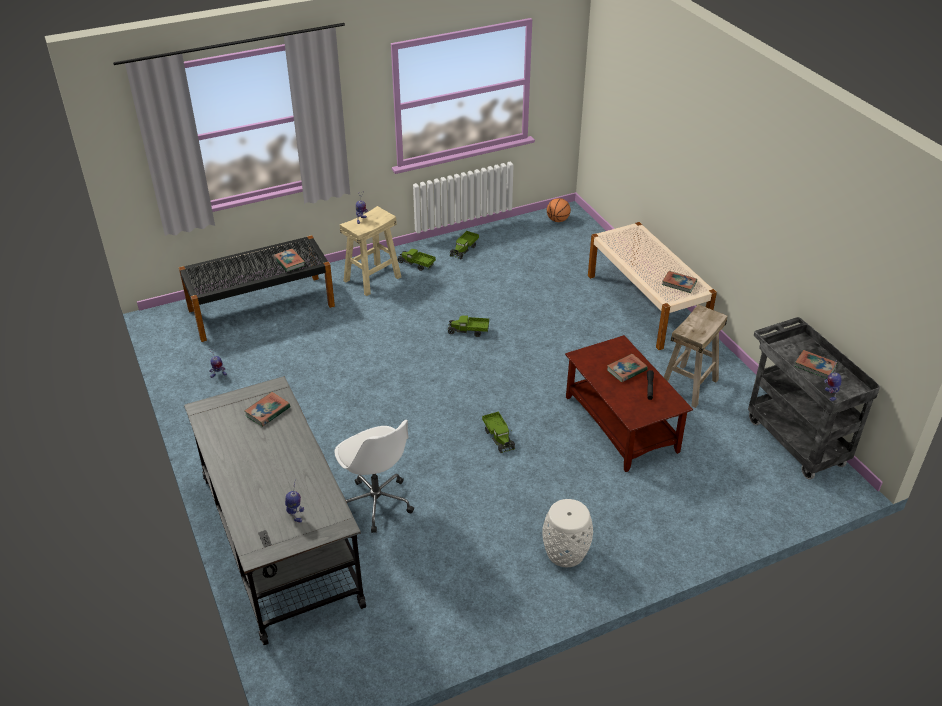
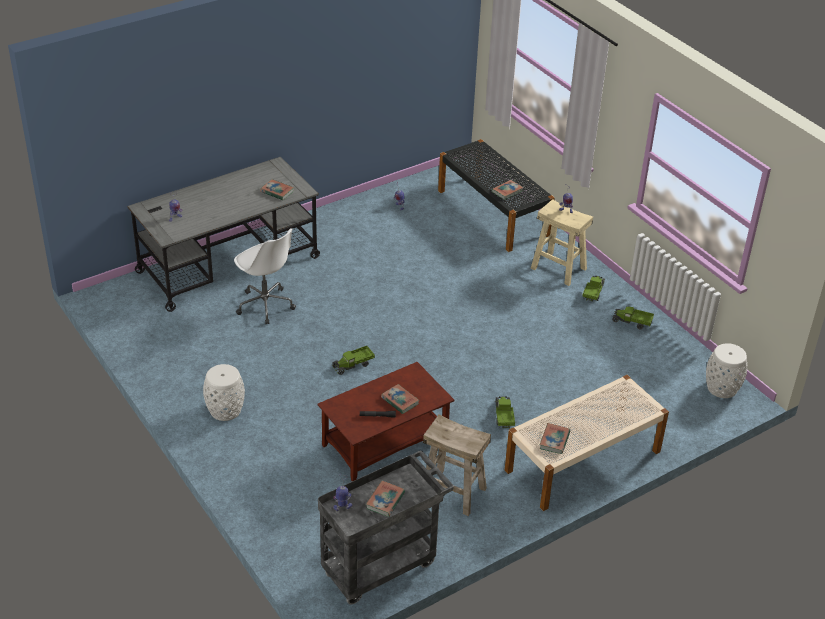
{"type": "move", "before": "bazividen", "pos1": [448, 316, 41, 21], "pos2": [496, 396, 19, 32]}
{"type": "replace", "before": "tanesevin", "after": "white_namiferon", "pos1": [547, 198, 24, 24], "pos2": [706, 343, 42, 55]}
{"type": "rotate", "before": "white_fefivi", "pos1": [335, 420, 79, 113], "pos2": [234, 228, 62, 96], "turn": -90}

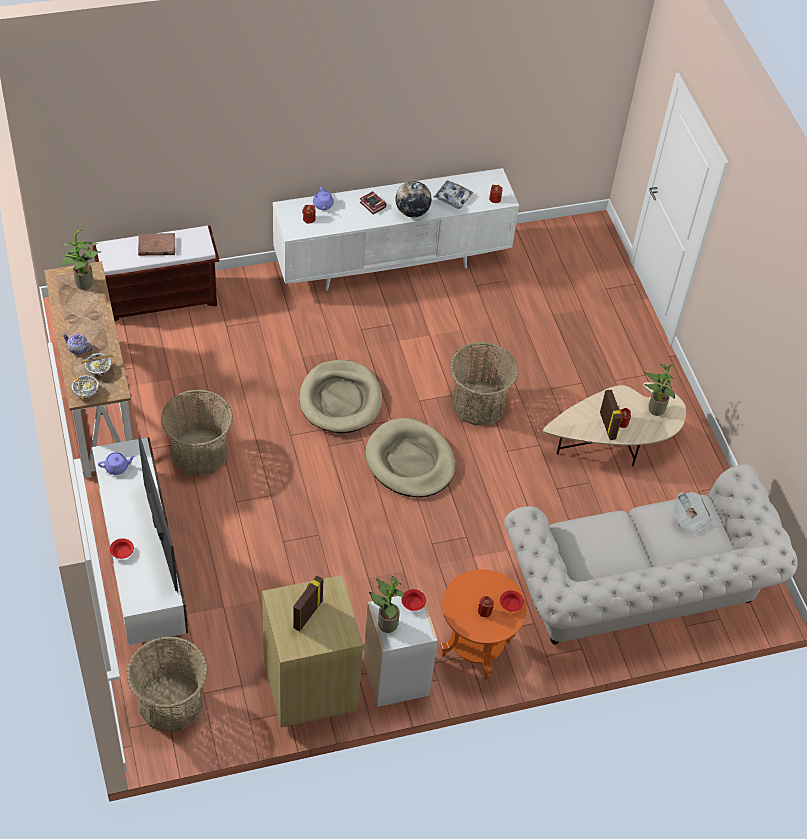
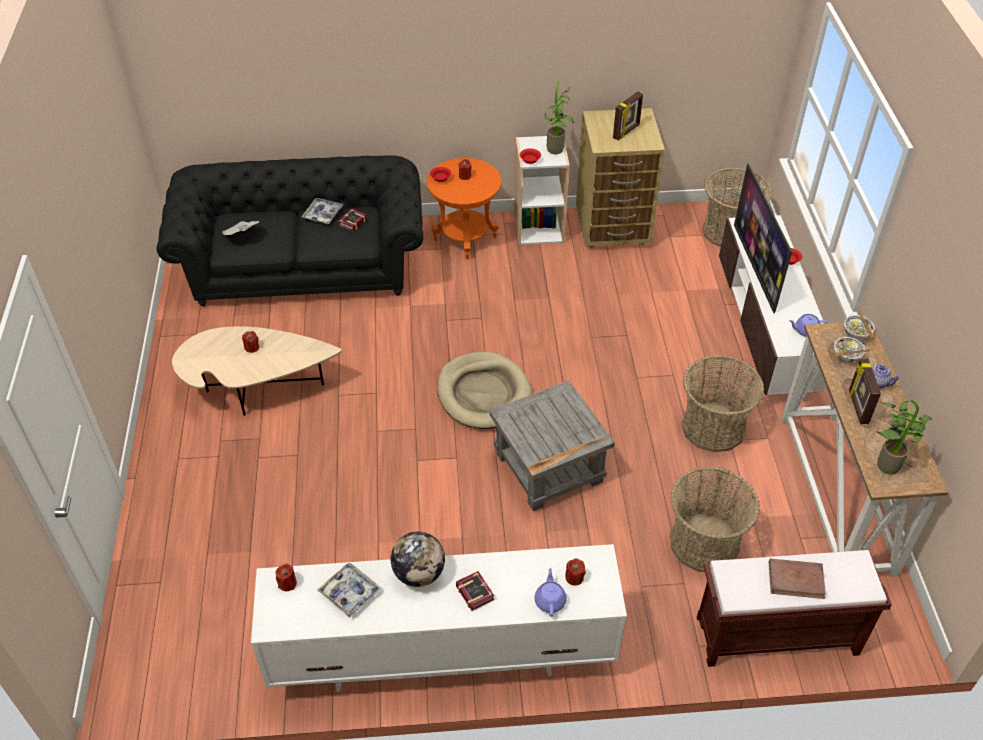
{"type": "delete", "before": "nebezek", "pos1": [644, 364, 31, 52]}
{"type": "insert", "after": "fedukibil", "pos2": [302, 198, 42, 26]}
{"type": "insert", "after": "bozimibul", "pos2": [338, 209, 29, 23]}
{"type": "move", "before": "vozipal", "pos1": [450, 342, 68, 84], "pos2": [670, 466, 90, 106]}
{"type": "move", "before": "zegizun", "pos1": [600, 389, 23, 51], "pos2": [849, 359, 32, 65]}
{"type": "replace", "before": "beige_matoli", "after": "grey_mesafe", "pos1": [299, 360, 83, 73], "pos2": [490, 380, 125, 131]}
{"type": "recolor", "before": "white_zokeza", "after": "black_zokeza", "pos1": [504, 464, 294, 181], "pos2": [157, 155, 266, 151]}

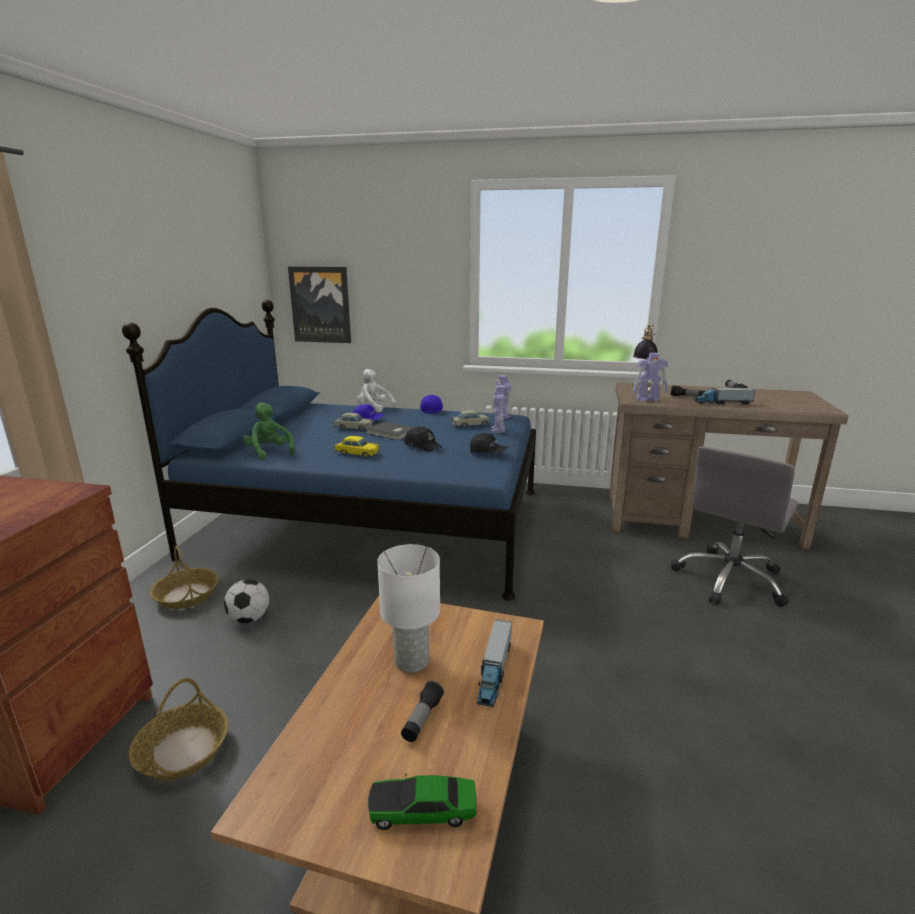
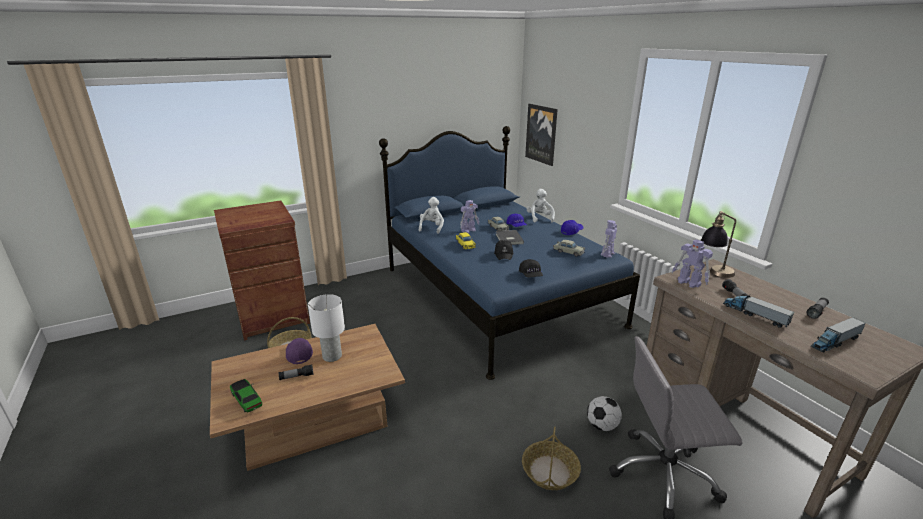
{"type": "insert", "after": "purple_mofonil", "pos2": [286, 338, 27, 26]}
{"type": "move", "before": "vozipal", "pos1": [150, 546, 68, 63], "pos2": [522, 426, 59, 64]}
{"type": "move", "before": "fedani", "pos1": [224, 579, 45, 44], "pos2": [587, 396, 35, 35]}
{"type": "move", "before": "bazividen", "pos1": [477, 619, 35, 88], "pos2": [811, 317, 55, 36]}
{"type": "move", "before": "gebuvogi", "pos1": [491, 385, 14, 48], "pos2": [460, 200, 19, 33]}
{"type": "recolor", "before": "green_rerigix", "after": "white_rerigix", "pos1": [243, 402, 52, 58], "pos2": [419, 197, 25, 37]}

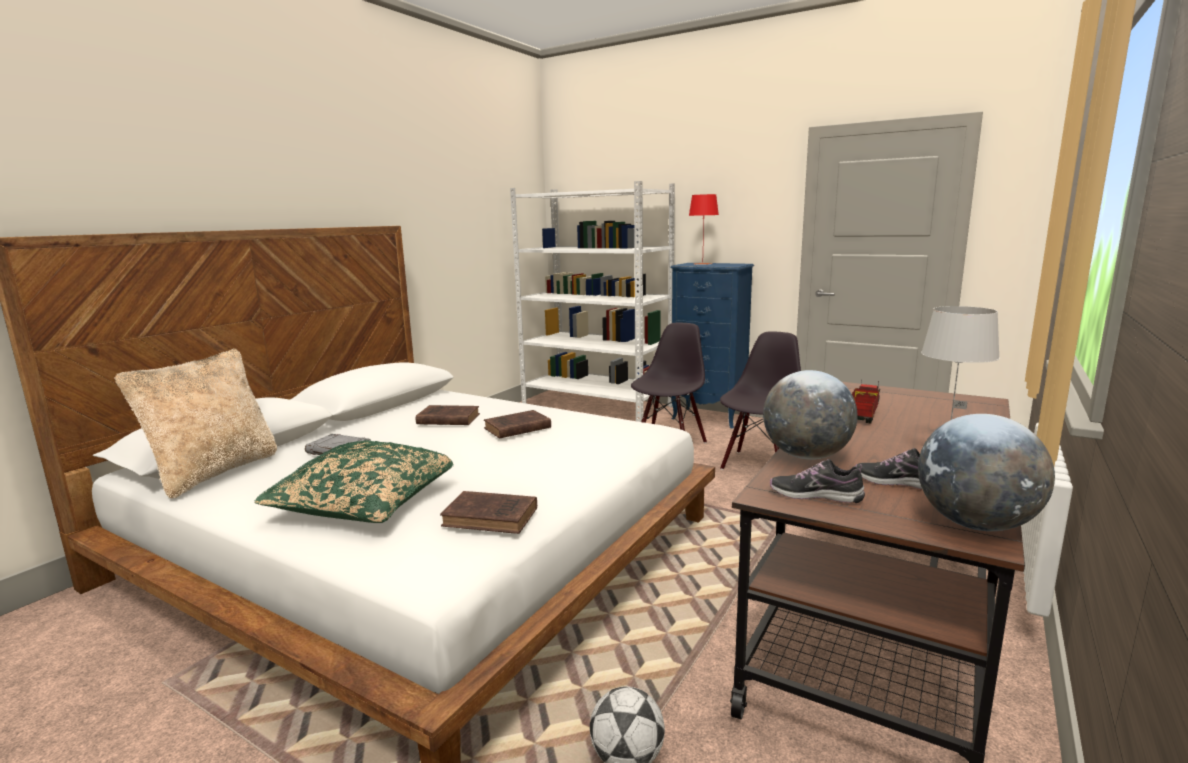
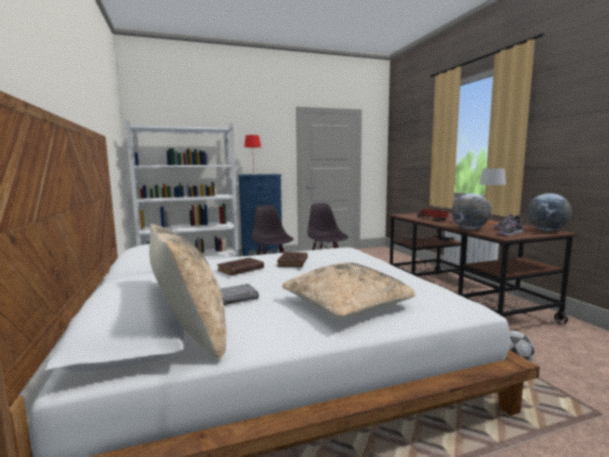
{"type": "delete", "before": "brown_bozimibul", "pos1": [440, 491, 97, 43]}
{"type": "recolor", "before": "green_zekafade", "after": "beige_zekafade", "pos1": [255, 440, 199, 83], "pos2": [282, 262, 134, 55]}

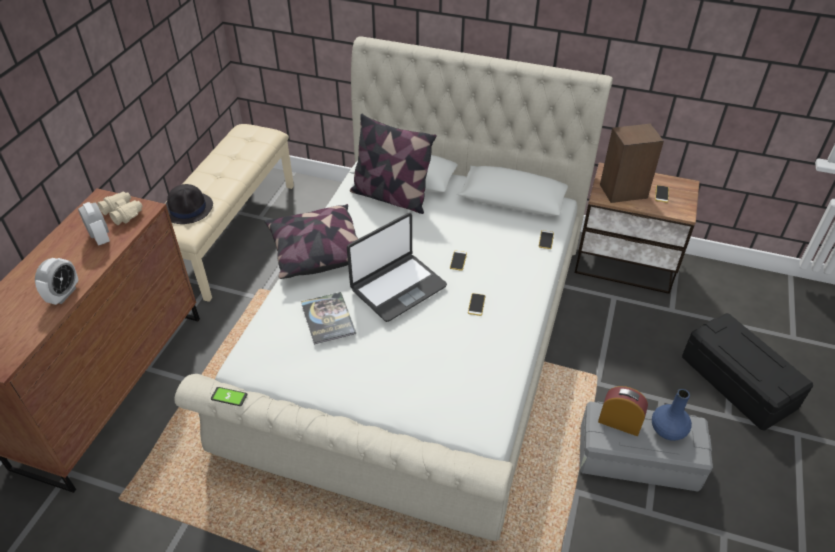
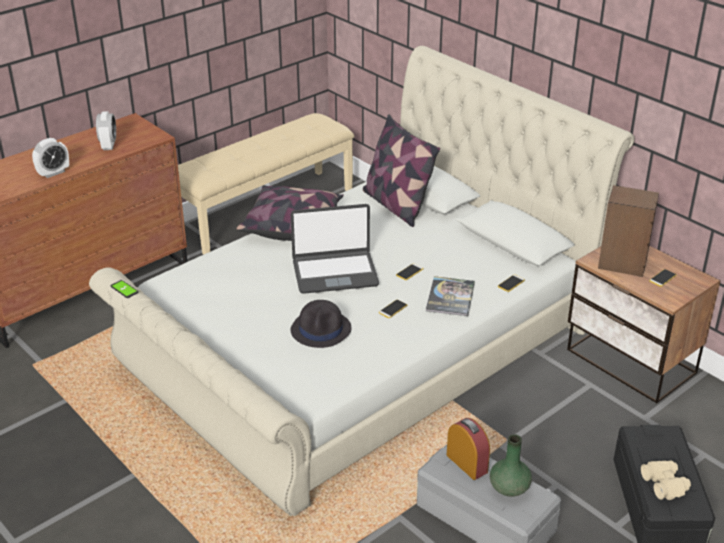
{"type": "move", "before": "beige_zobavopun", "pos1": [97, 192, 46, 33], "pos2": [641, 460, 50, 40]}
{"type": "move", "before": "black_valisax", "pos1": [165, 184, 48, 40], "pos2": [290, 300, 62, 48]}
{"type": "move", "before": "bozimibul", "pos1": [301, 292, 55, 53], "pos2": [426, 276, 49, 40]}
{"type": "recolor", "before": "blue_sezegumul", "after": "green_sezegumul", "pos1": [652, 389, 40, 52], "pos2": [490, 434, 42, 63]}

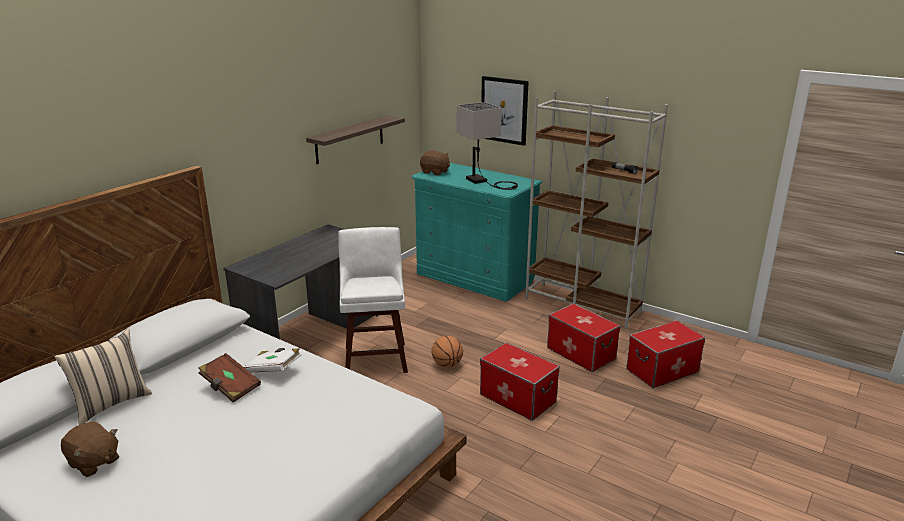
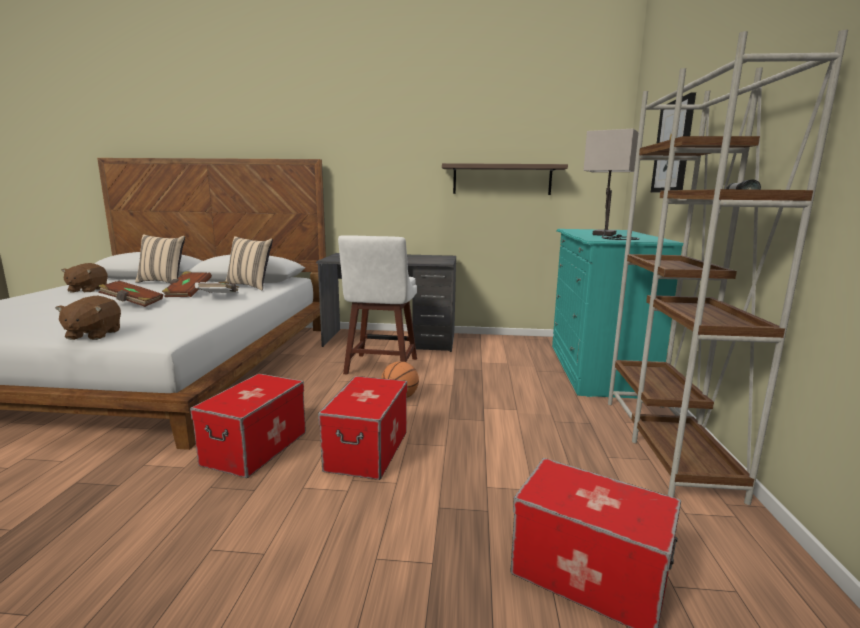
{"type": "insert", "after": "brown_bozimibul", "pos2": [98, 281, 65, 26]}
{"type": "insert", "after": "beige_zekafade", "pos2": [226, 236, 47, 55]}
{"type": "move", "before": "brown_rerigix", "pos1": [420, 151, 30, 24], "pos2": [55, 296, 66, 44]}
{"type": "move", "before": "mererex", "pos1": [547, 303, 73, 69], "pos2": [190, 374, 116, 104]}
{"type": "rotate", "before": "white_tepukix", "pos1": [338, 227, 70, 146], "pos2": [338, 235, 79, 140], "turn": 135}

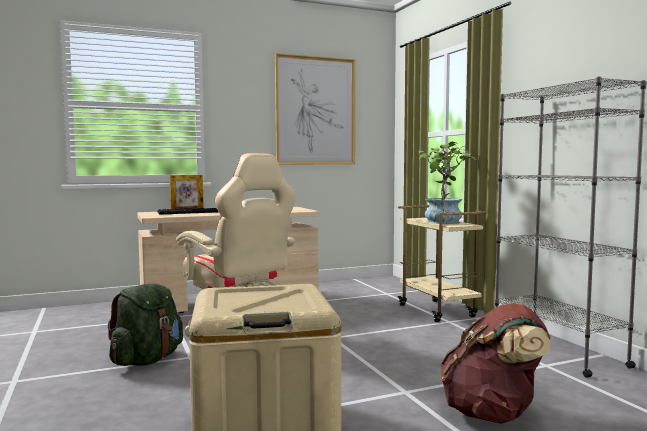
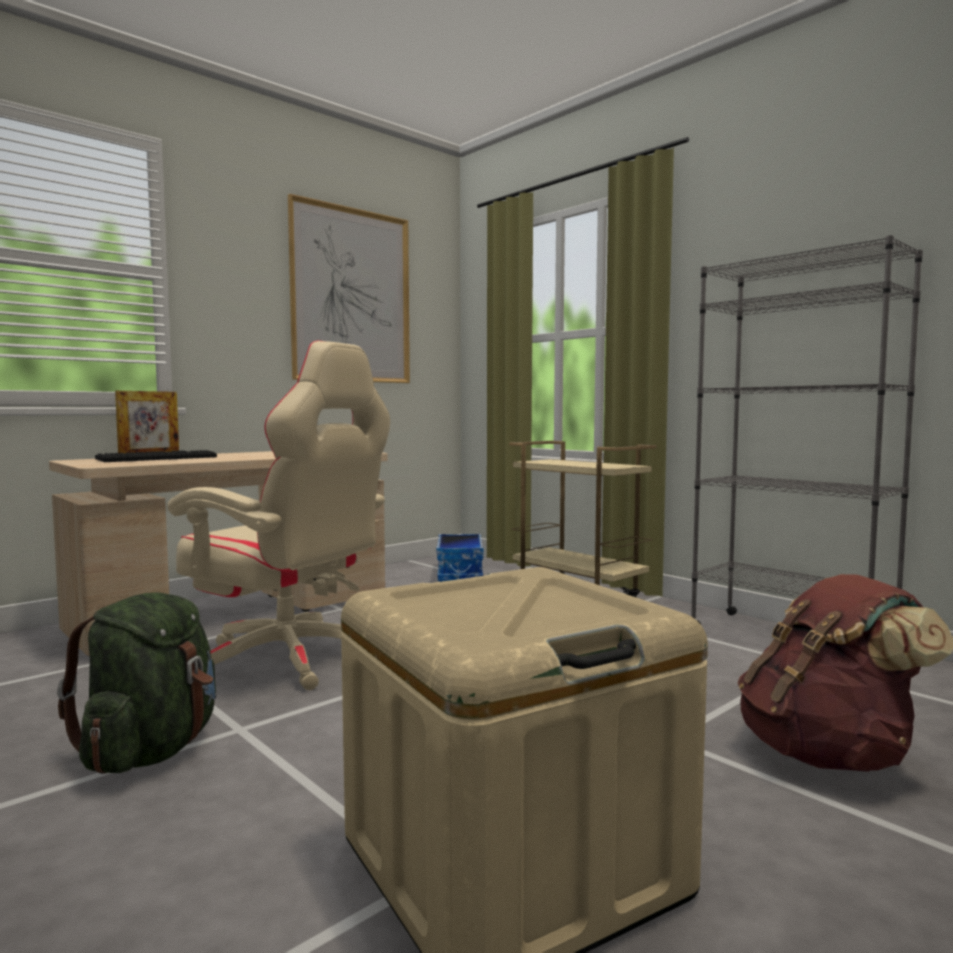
{"type": "delete", "before": "nebezek", "pos1": [418, 142, 58, 82]}
{"type": "insert", "after": "mererex", "pos2": [436, 534, 47, 48]}

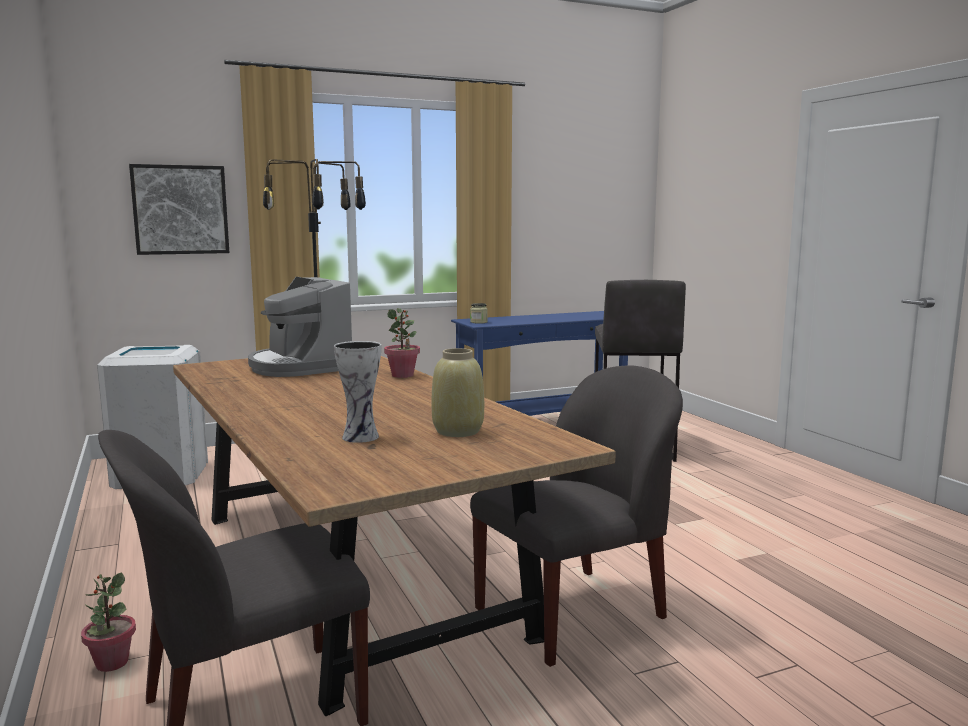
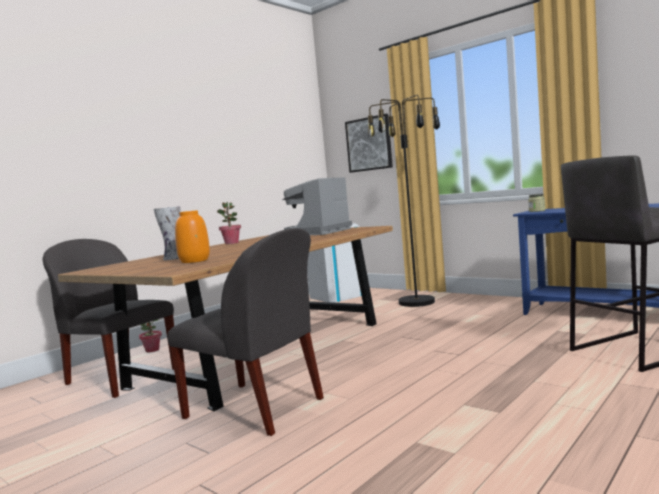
{"type": "move", "before": "nebezek", "pos1": [384, 308, 36, 70], "pos2": [217, 202, 24, 42]}
{"type": "recolor", "before": "beige_sezegumul", "after": "orange_sezegumul", "pos1": [432, 348, 52, 89], "pos2": [175, 210, 35, 53]}

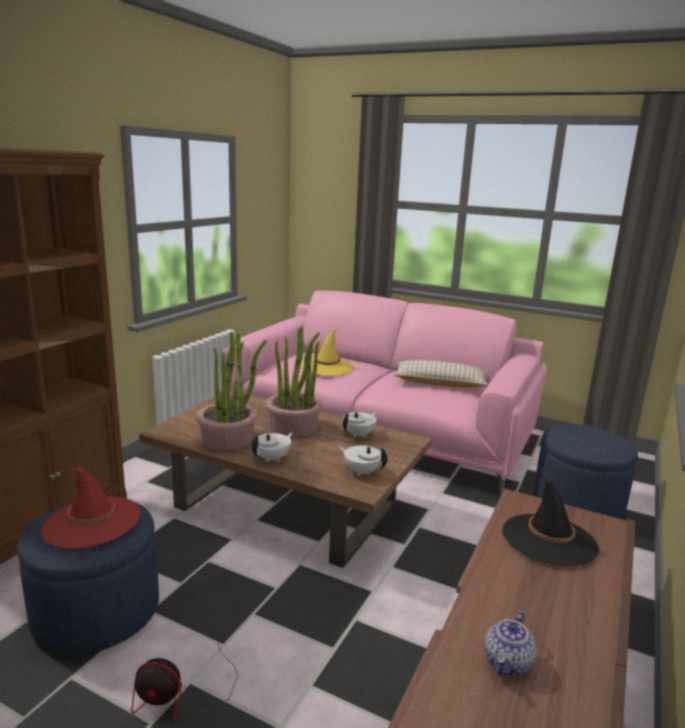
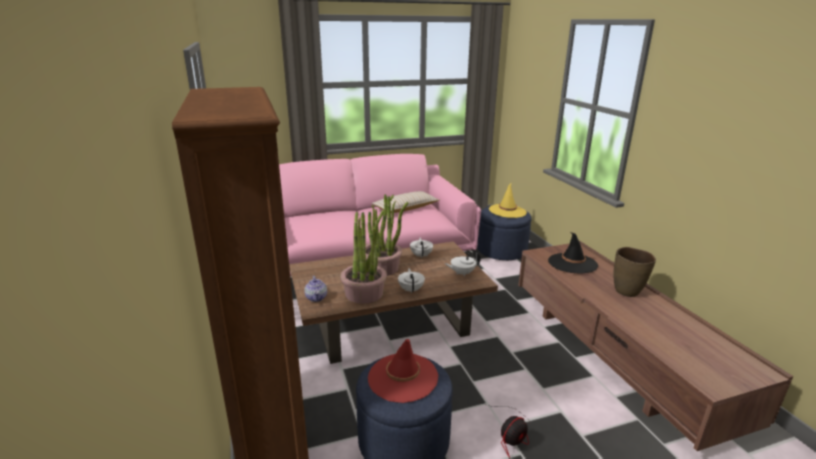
{"type": "insert", "after": "brown_sezegumul", "pos2": [613, 247, 43, 50]}
{"type": "move", "before": "yellow_valisax", "pos1": [301, 328, 53, 48], "pos2": [489, 184, 38, 34]}
{"type": "move", "before": "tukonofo", "pos1": [484, 611, 53, 65], "pos2": [304, 276, 23, 26]}

